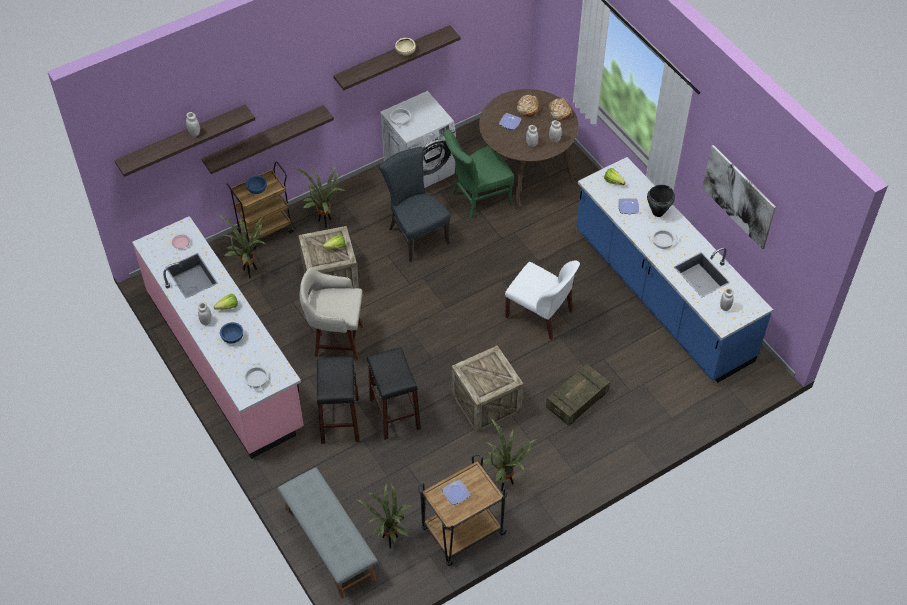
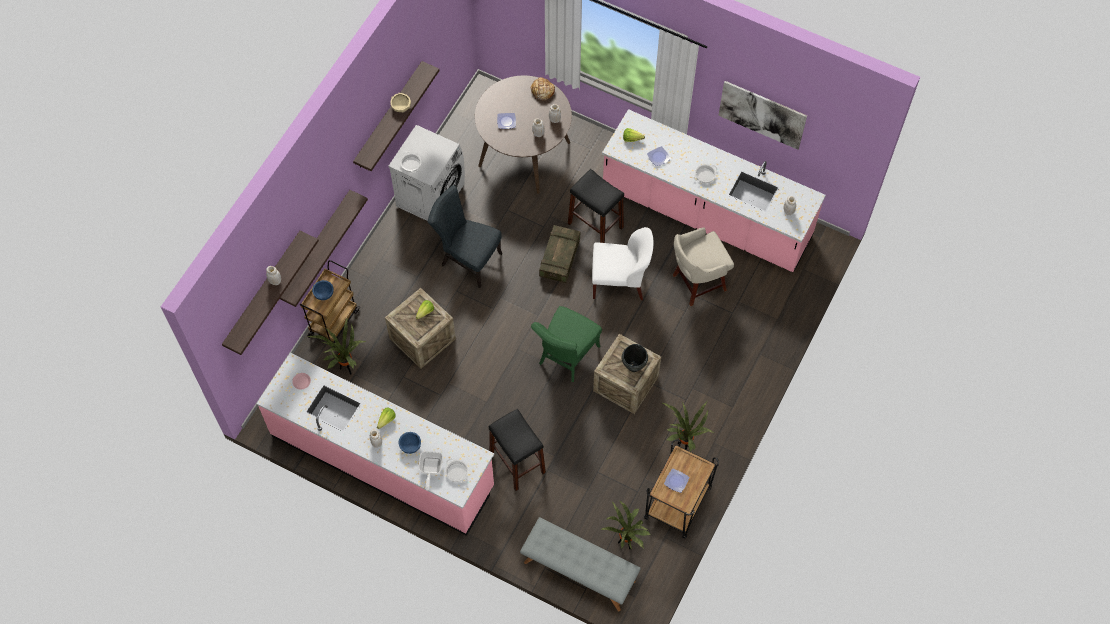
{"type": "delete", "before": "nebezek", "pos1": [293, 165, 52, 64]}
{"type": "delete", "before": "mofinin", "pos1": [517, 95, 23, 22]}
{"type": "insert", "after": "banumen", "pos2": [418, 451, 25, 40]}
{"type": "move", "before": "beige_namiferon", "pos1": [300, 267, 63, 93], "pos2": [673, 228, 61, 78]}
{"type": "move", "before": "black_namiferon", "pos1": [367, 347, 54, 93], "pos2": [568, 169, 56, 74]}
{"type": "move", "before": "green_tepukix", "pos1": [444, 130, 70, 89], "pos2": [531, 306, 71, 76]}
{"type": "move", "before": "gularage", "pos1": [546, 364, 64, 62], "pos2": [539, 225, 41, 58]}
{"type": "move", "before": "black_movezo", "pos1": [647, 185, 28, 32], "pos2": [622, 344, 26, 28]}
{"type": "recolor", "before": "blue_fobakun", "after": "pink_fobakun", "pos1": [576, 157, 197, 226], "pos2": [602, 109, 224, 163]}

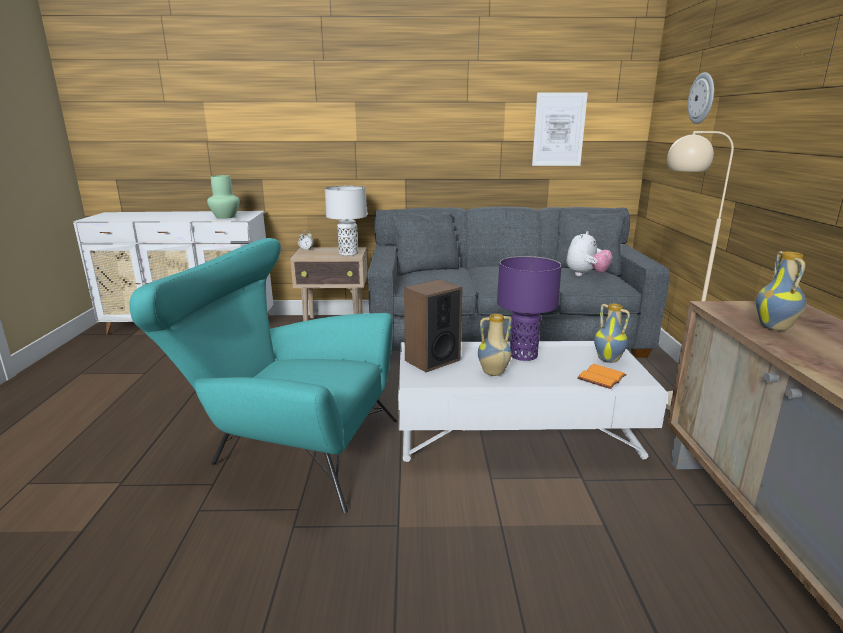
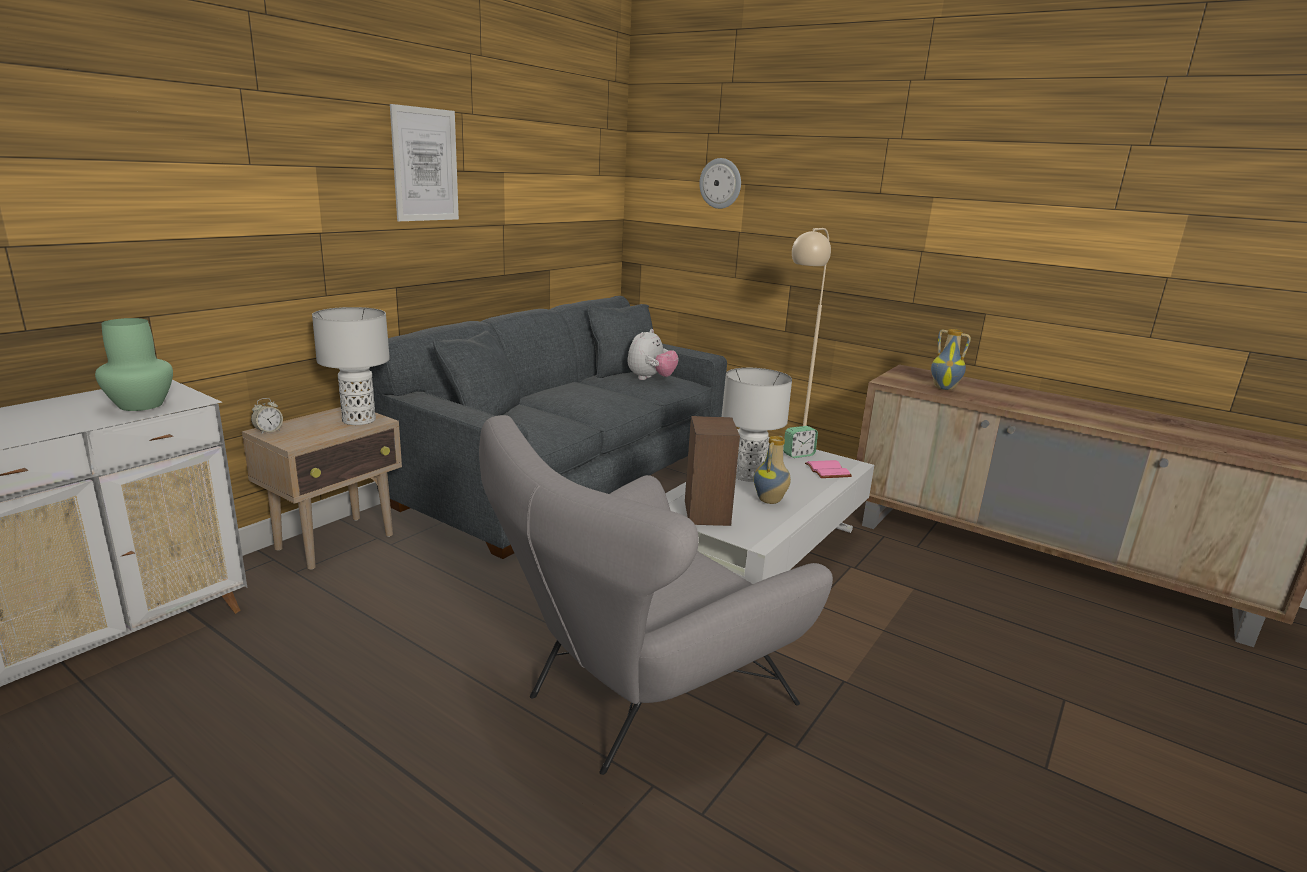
{"type": "move", "before": "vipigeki", "pos1": [532, 92, 56, 74], "pos2": [390, 104, 69, 117]}
{"type": "replace", "before": "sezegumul", "after": "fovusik", "pos1": [594, 304, 36, 59], "pos2": [783, 426, 35, 32]}
{"type": "recolor", "before": "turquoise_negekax", "after": "grey_negekax", "pos1": [130, 238, 268, 275], "pos2": [479, 415, 354, 360]}
{"type": "recolor", "before": "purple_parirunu", "after": "white_parirunu", "pos1": [497, 256, 65, 105], "pos2": [722, 368, 70, 114]}
{"type": "recolor", "before": "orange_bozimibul", "after": "pink_bozimibul", "pos1": [577, 364, 50, 25], "pos2": [805, 460, 47, 18]}
{"type": "rotate", "before": "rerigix", "pos1": [566, 231, 46, 45], "pos2": [627, 329, 52, 51], "turn": 45}

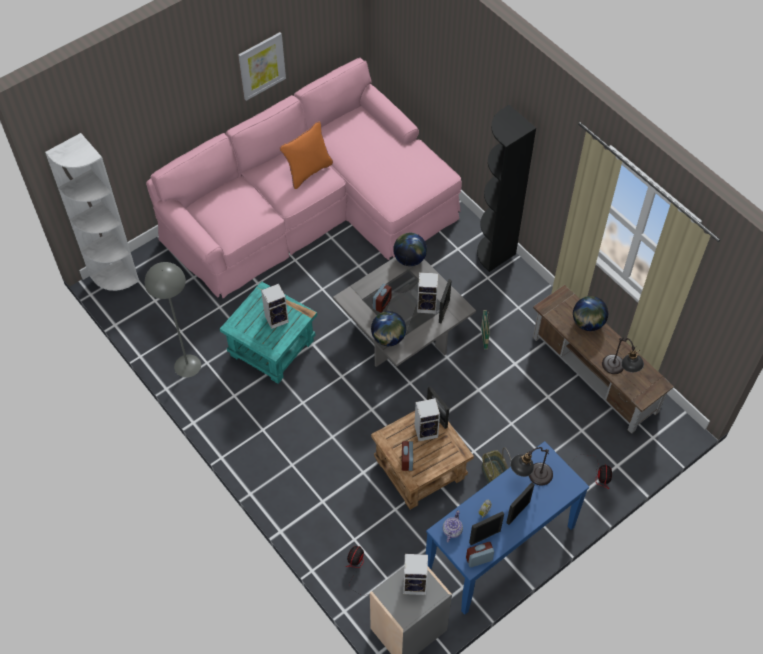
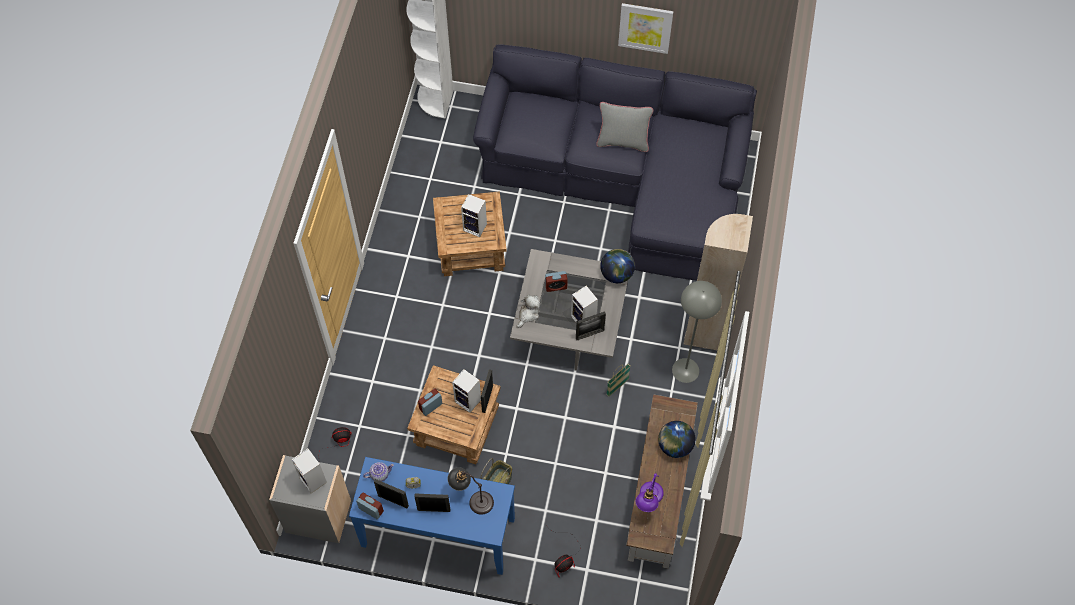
{"type": "move", "before": "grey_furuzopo", "pos1": [145, 262, 56, 116], "pos2": [672, 281, 50, 102]}
{"type": "replace", "before": "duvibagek", "after": "rerigix", "pos1": [371, 311, 35, 35], "pos2": [517, 295, 23, 33]}
{"type": "recolor", "before": "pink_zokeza", "after": "black_zokeza", "pos1": [146, 58, 316, 241], "pos2": [473, 44, 284, 237]}
{"type": "recolor", "before": "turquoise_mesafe", "after": "brown_mesafe", "pos1": [220, 281, 97, 103], "pos2": [433, 191, 74, 85]}
{"type": "recolor", "before": "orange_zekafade", "after": "grey_zekafade", "pos1": [280, 121, 53, 68], "pos2": [596, 102, 57, 50]}
{"type": "recolor", "before": "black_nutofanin", "after": "beige_nutofanin", "pos1": [477, 105, 59, 167], "pos2": [684, 214, 69, 136]}
{"type": "recolor", "before": "grey_parirunu", "after": "purple_parirunu", "pos1": [602, 338, 42, 36], "pos2": [636, 473, 28, 39]}

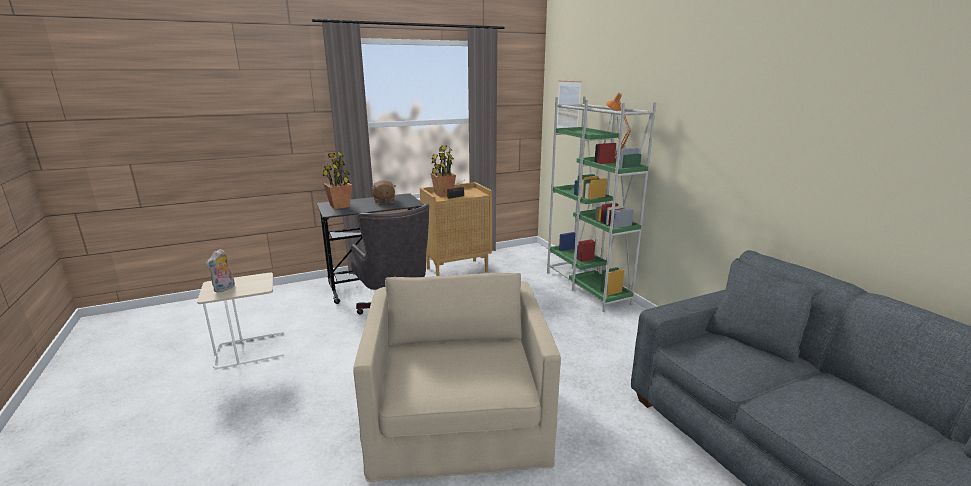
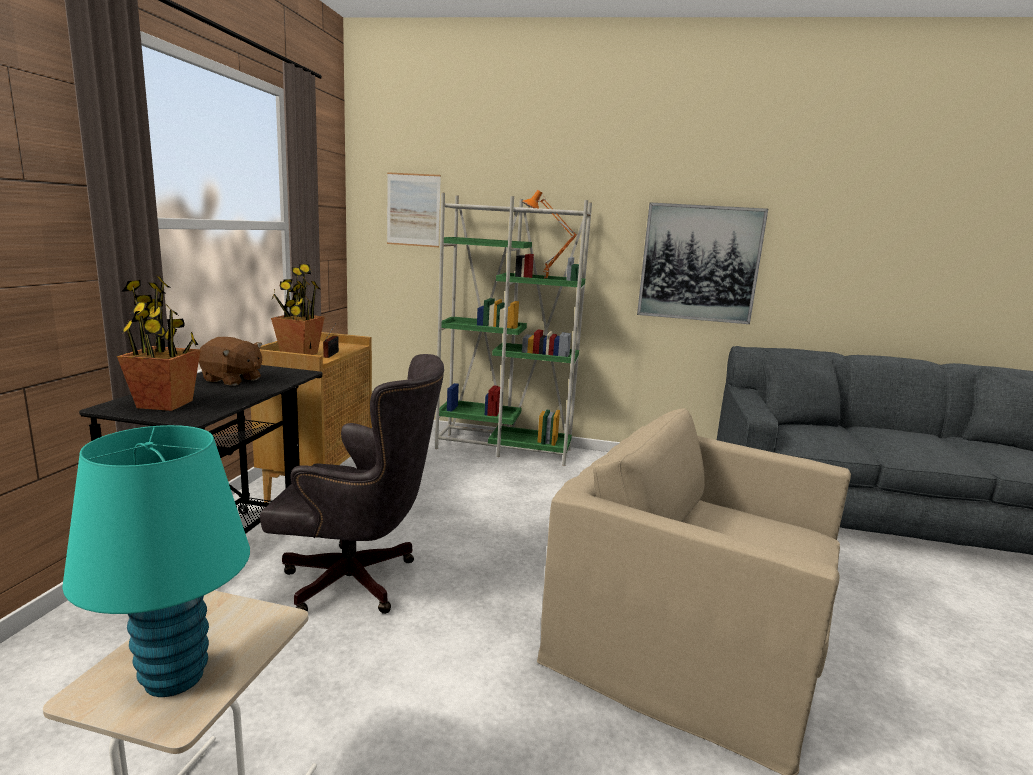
{"type": "insert", "after": "vipigeki", "pos2": [637, 203, 131, 121]}
{"type": "replace", "before": "rerigix", "after": "turquoise_parirunu", "pos1": [206, 249, 29, 44], "pos2": [62, 425, 188, 272]}

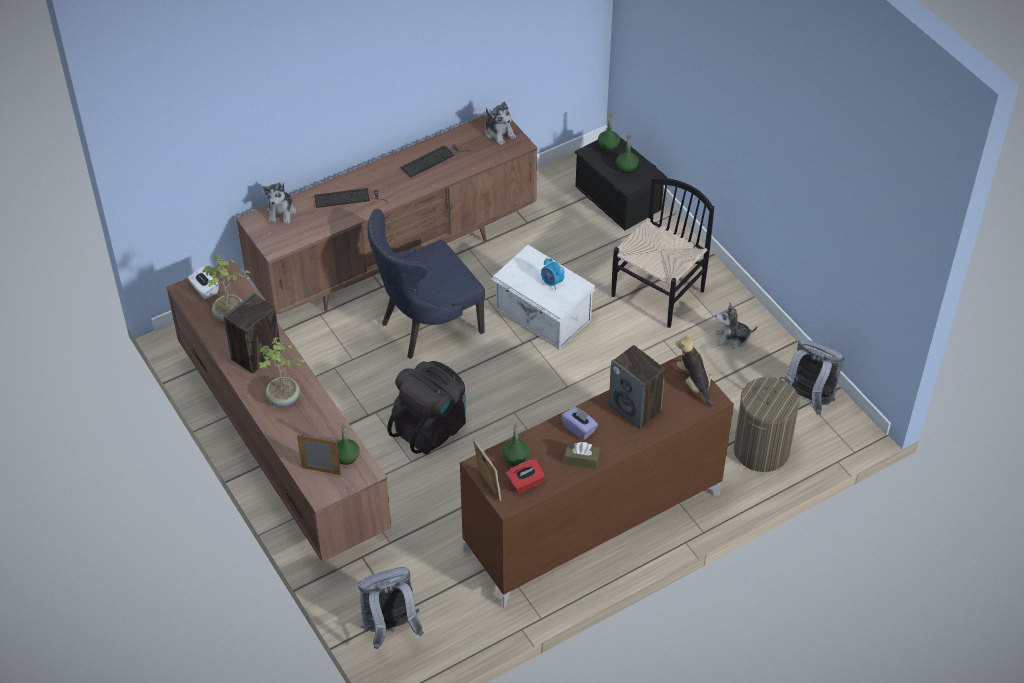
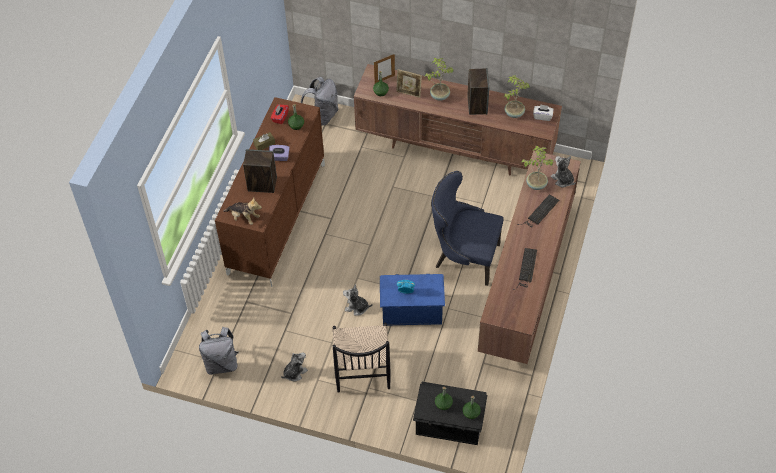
{"type": "delete", "before": "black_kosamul", "pos1": [387, 361, 79, 93]}
{"type": "delete", "before": "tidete", "pos1": [734, 377, 66, 95]}
{"type": "insert", "after": "nebezek", "pos2": [521, 146, 33, 44]}
{"type": "move", "before": "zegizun", "pos1": [473, 439, 29, 62], "pos2": [396, 69, 26, 29]}
{"type": "move", "before": "rerigix", "pos1": [485, 102, 31, 43], "pos2": [343, 284, 30, 32]}
{"type": "recolor", "before": "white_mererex", "after": "blue_mererex", "pos1": [491, 245, 104, 104], "pos2": [380, 274, 65, 51]}
{"type": "rotate", "before": "blue_tepukix", "pos1": [368, 209, 117, 150], "pos2": [431, 171, 72, 115], "turn": -90}

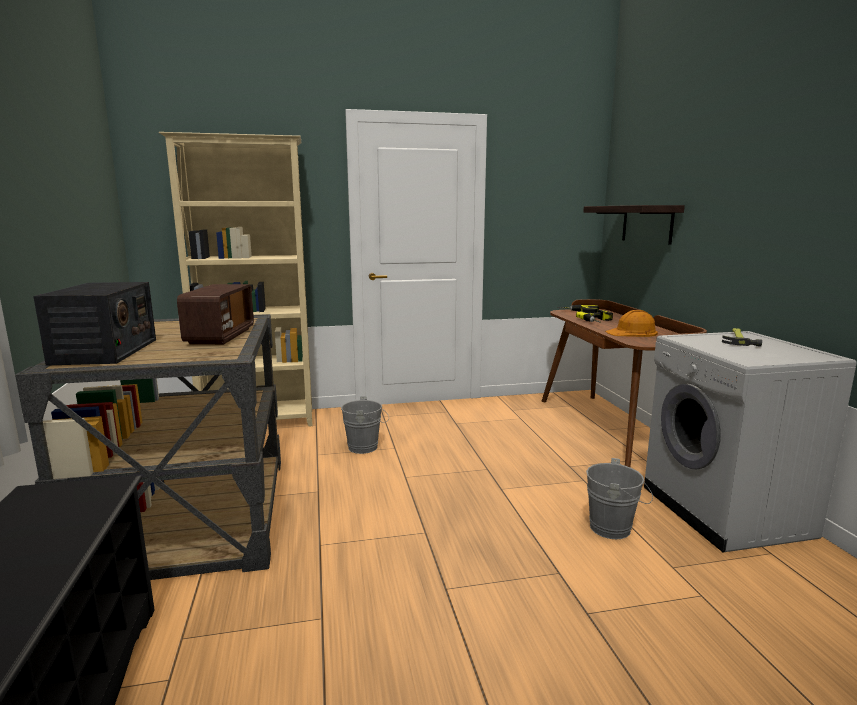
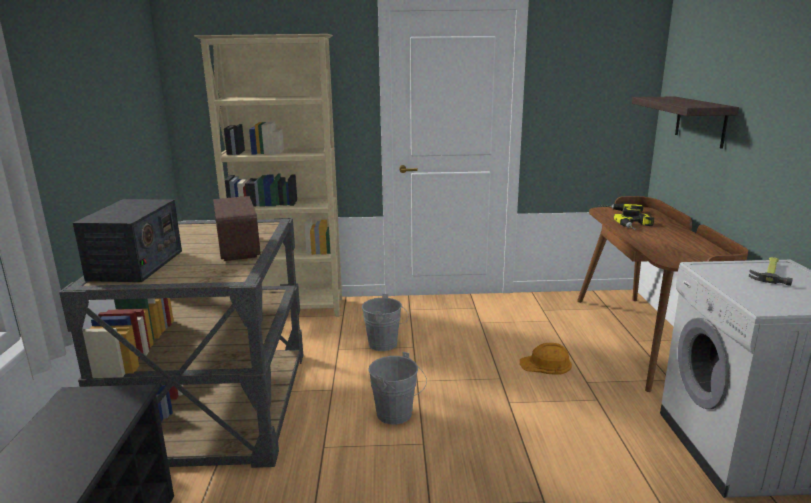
{"type": "move", "before": "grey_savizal", "pos1": [586, 458, 67, 81], "pos2": [368, 352, 59, 73]}
{"type": "move", "before": "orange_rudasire", "pos1": [605, 310, 53, 27], "pos2": [520, 343, 52, 31]}
{"type": "rotate", "before": "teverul", "pos1": [177, 284, 77, 61], "pos2": [213, 196, 48, 65], "turn": 150}

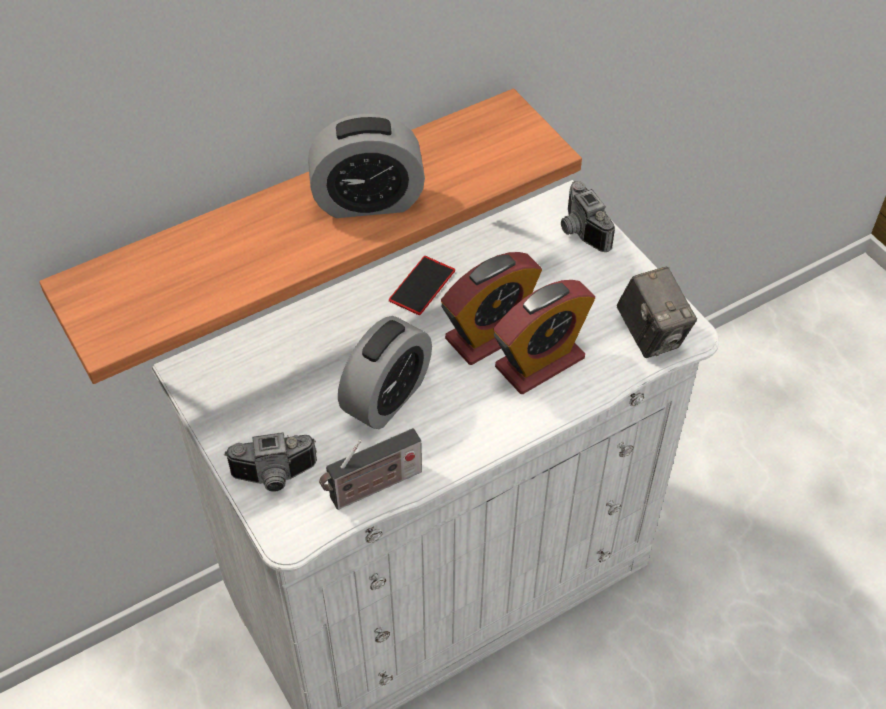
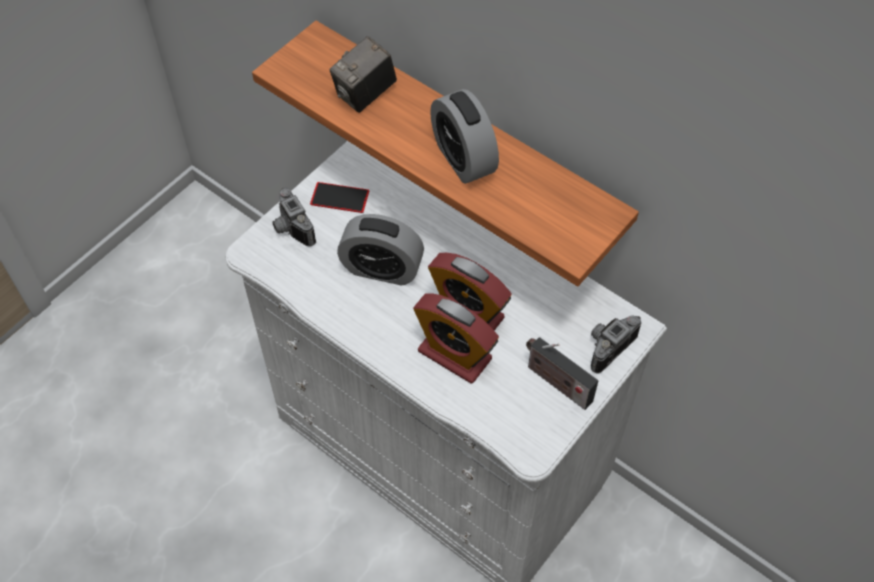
{"type": "move", "before": "teverul", "pos1": [319, 428, 103, 82], "pos2": [526, 337, 72, 73]}
{"type": "move", "before": "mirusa", "pos1": [389, 256, 66, 59], "pos2": [310, 182, 59, 31]}
{"type": "move", "before": "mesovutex", "pos1": [616, 266, 81, 92], "pos2": [330, 36, 67, 77]}

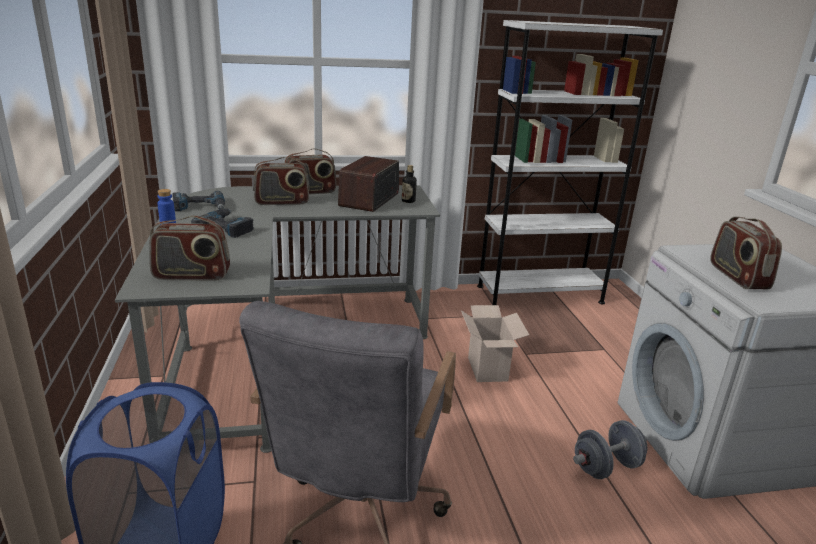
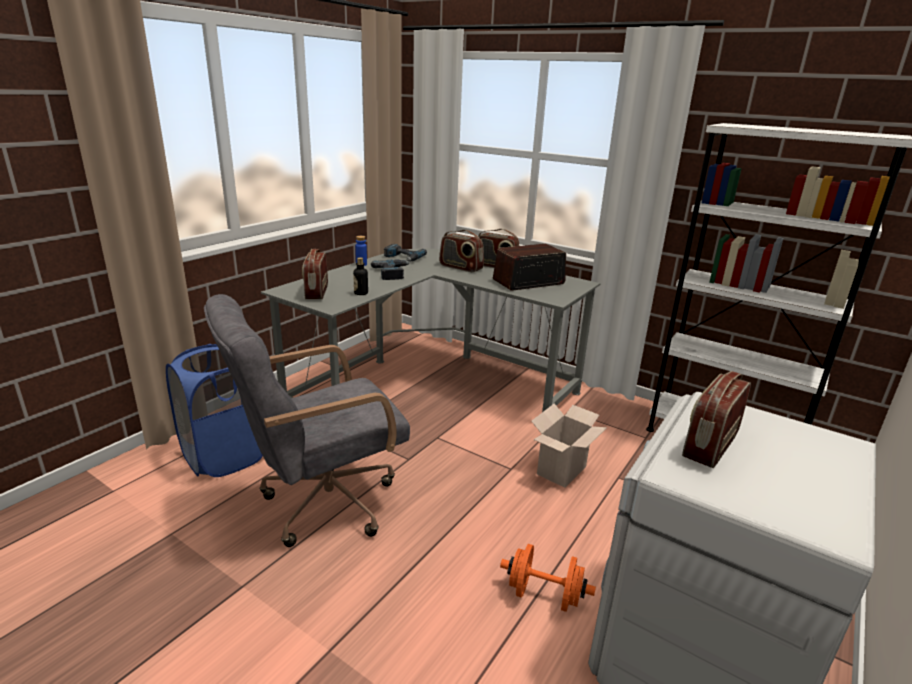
{"type": "move", "before": "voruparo", "pos1": [402, 165, 15, 38], "pos2": [353, 257, 15, 38]}
{"type": "recolor", "before": "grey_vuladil", "after": "orange_vuladil", "pos1": [573, 420, 74, 59], "pos2": [500, 544, 96, 68]}
{"type": "rotate", "before": "teverul", "pos1": [149, 216, 81, 65], "pos2": [302, 249, 26, 50], "turn": 45}

